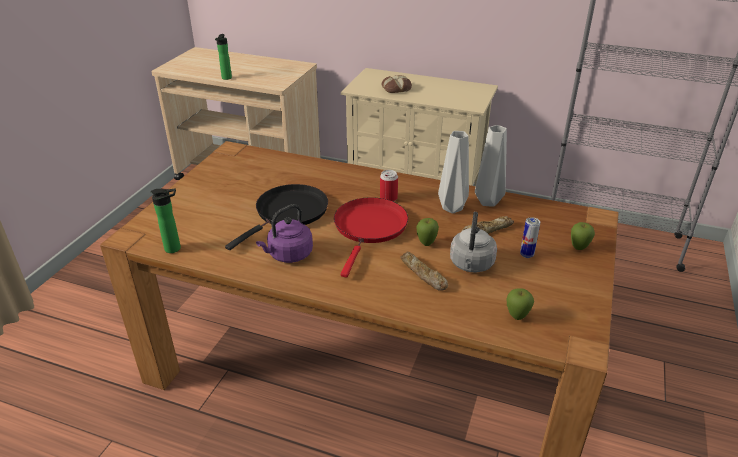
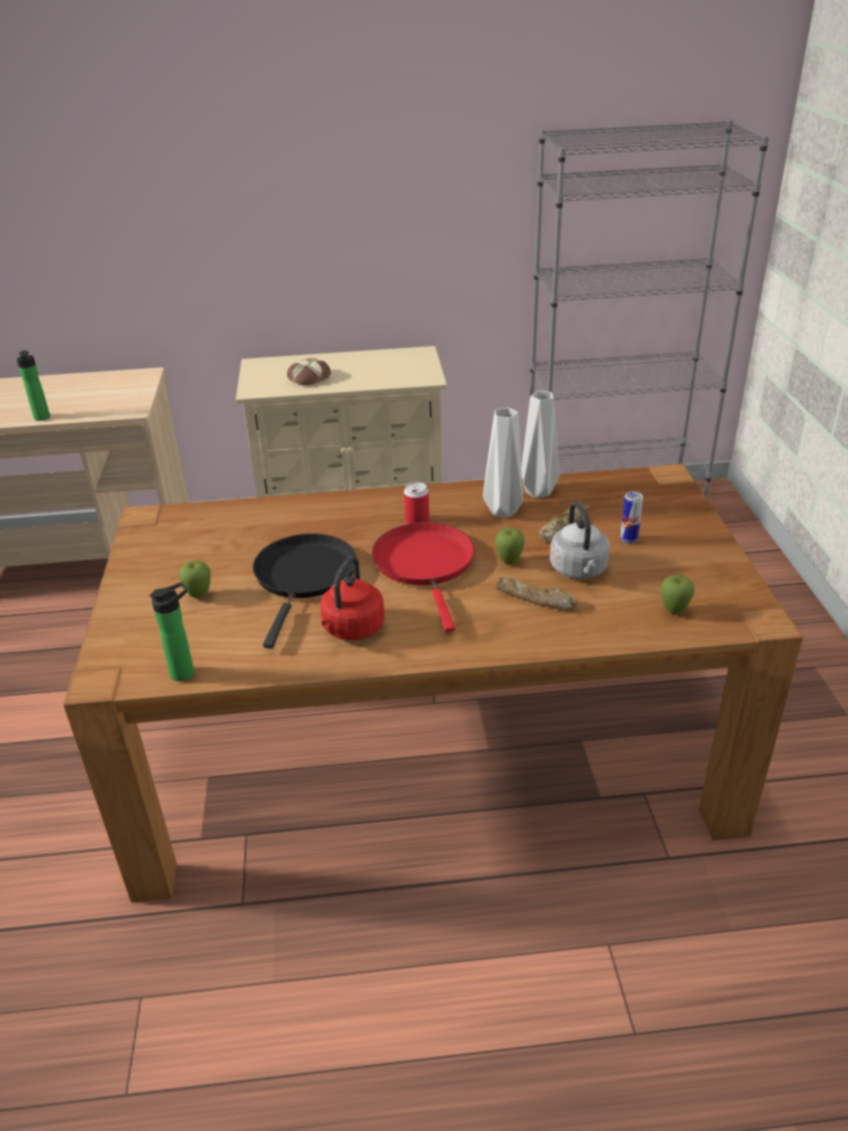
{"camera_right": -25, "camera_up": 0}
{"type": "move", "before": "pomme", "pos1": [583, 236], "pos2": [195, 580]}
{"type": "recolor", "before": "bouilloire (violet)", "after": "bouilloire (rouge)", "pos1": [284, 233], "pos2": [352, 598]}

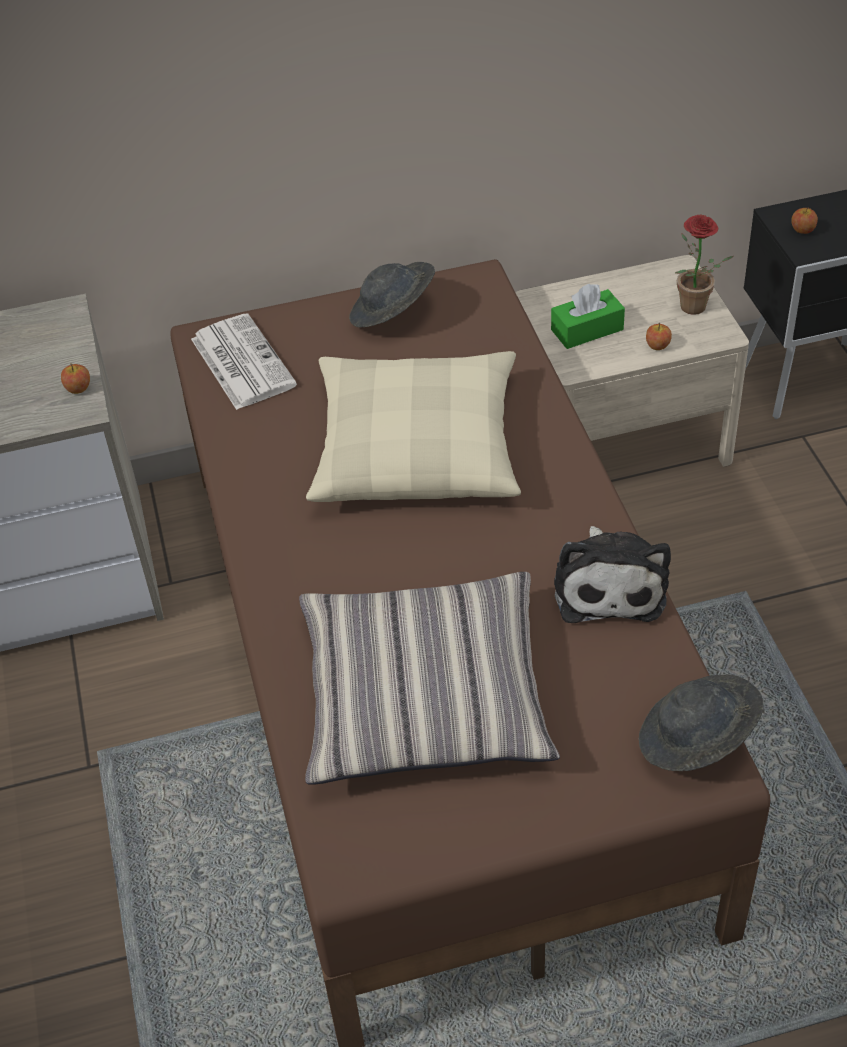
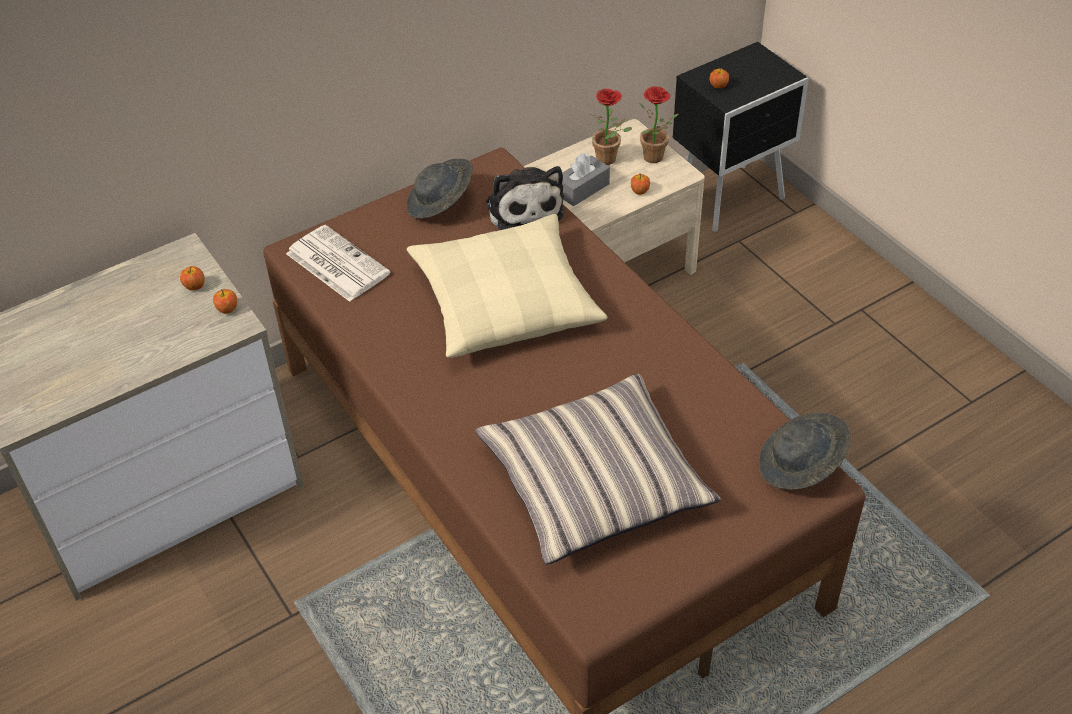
{"camera_right": -20, "camera_up": 0}
{"type": "insert", "after": "pomme", "pos2": [192, 278]}
{"type": "move", "before": "peluche", "pos1": [612, 574], "pos2": [525, 198]}
{"type": "recolor", "before": "boîte à mouchoirs (vert)", "after": "boîte à mouchoirs (gris)", "pos1": [588, 316], "pos2": [586, 179]}
{"type": "insert", "after": "plante en pot", "pos2": [610, 127]}

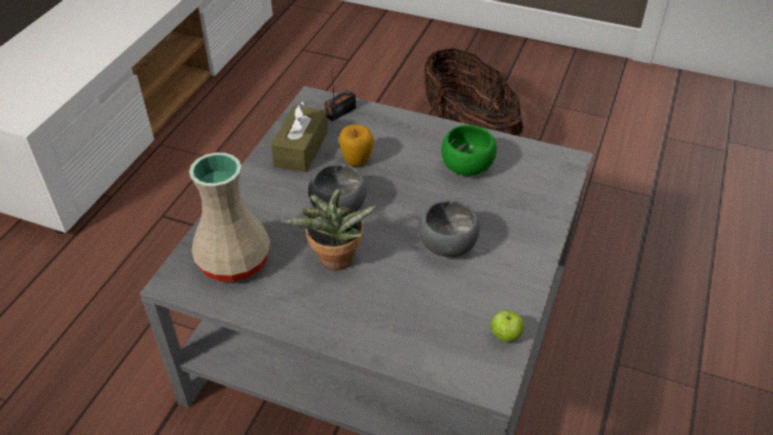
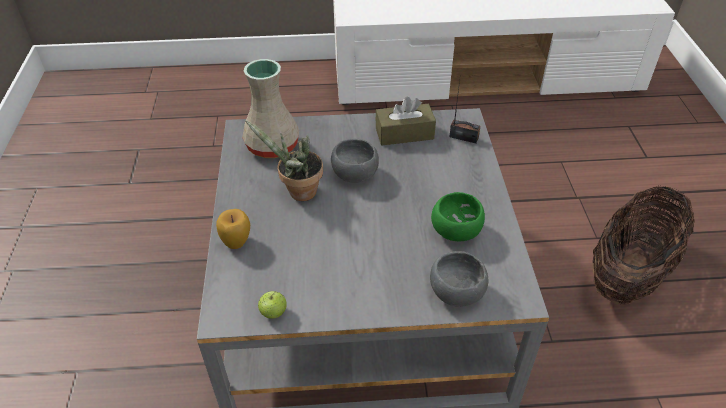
{"camera_right": 65, "camera_up": 0}
{"type": "move", "before": "pomme", "pos1": [356, 146], "pos2": [233, 229]}
{"type": "move", "before": "bol (gris)", "pos1": [448, 228], "pos2": [459, 279]}

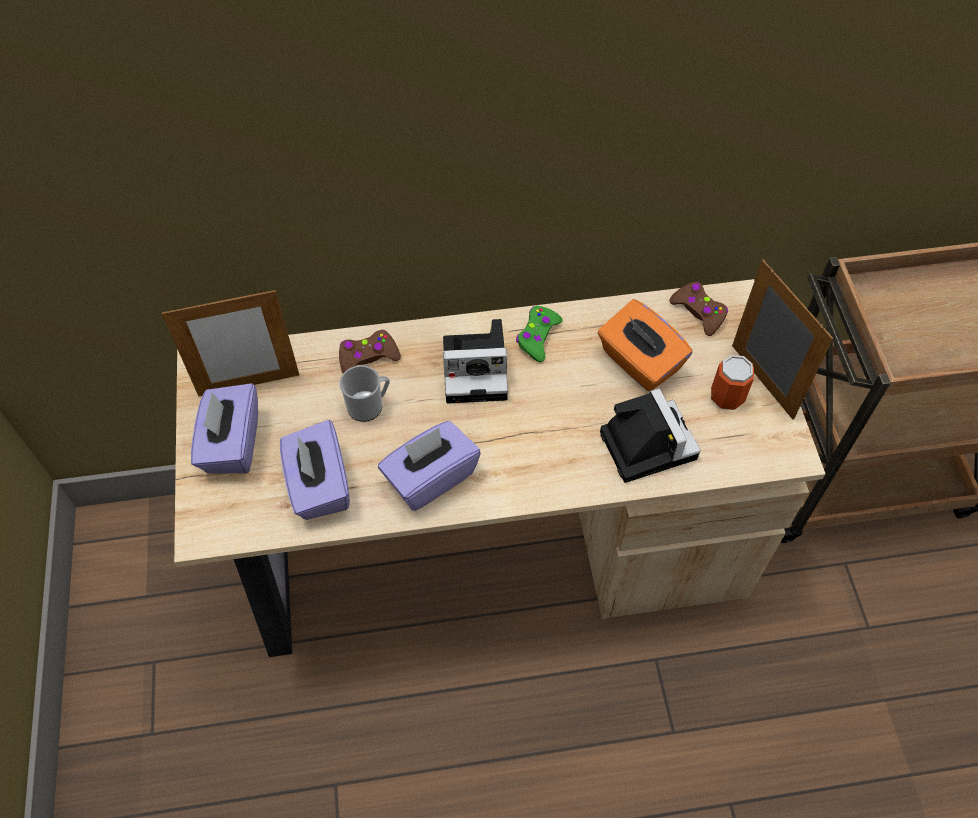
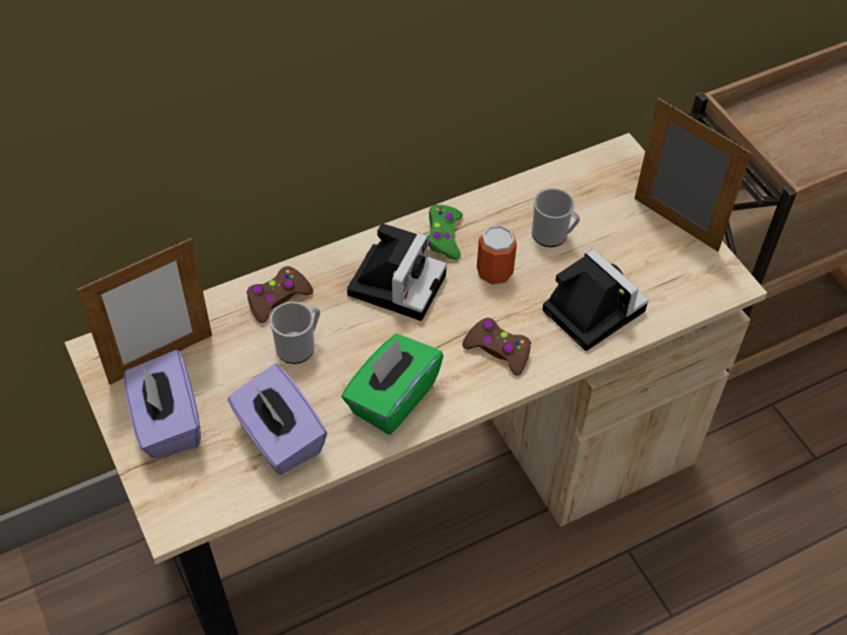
{"camera_right": -20, "camera_up": -5}
{"type": "recolor", "before": "boîte à mouchoirs (violet)", "after": "boîte à mouchoirs (vert)", "pos1": [429, 466], "pos2": [392, 384]}
{"type": "rotate", "before": "appareil photo", "pos1": [475, 361], "pos2": [397, 272], "turn": -45}
{"type": "move", "before": "manette (marron)", "pos1": [698, 309], "pos2": [496, 347]}
{"type": "move", "before": "boîte métallique", "pos1": [732, 382], "pos2": [497, 255]}
{"type": "replace", "before": "boîte à mouchoirs (orange)", "after": "mug", "pos1": [645, 345], "pos2": [556, 217]}

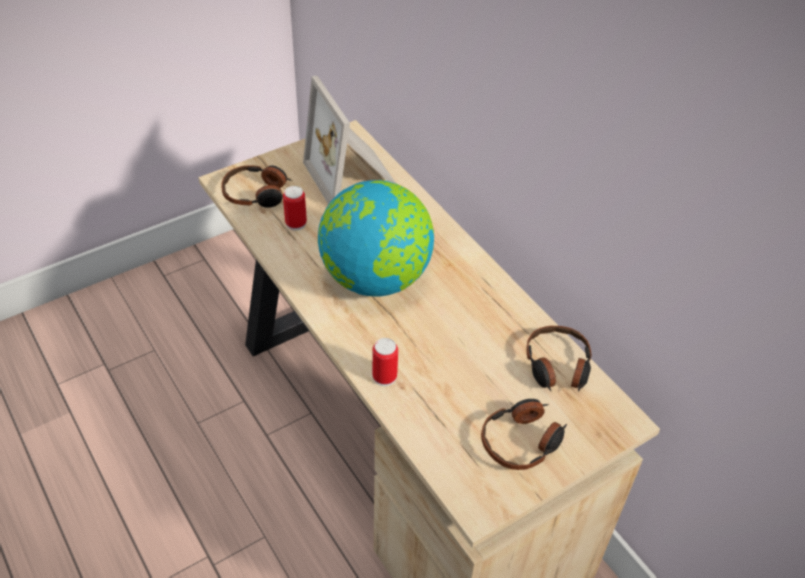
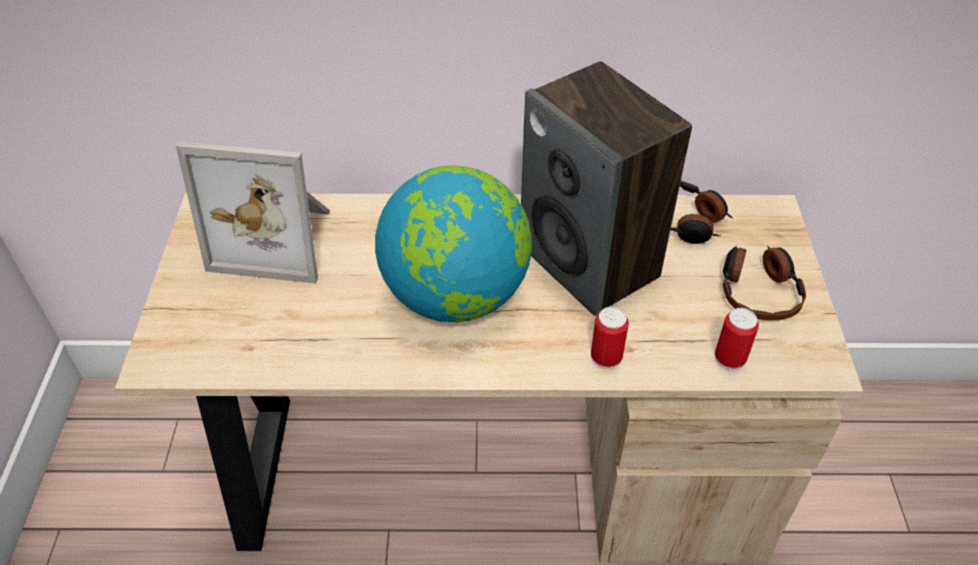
{"camera_right": -55, "camera_up": 0}
{"type": "insert", "after": "enceinte", "pos2": [606, 188]}
{"type": "move", "before": "boîte métallique", "pos1": [295, 208], "pos2": [737, 339]}
{"type": "delete", "before": "casque audio", "pos1": [256, 186]}

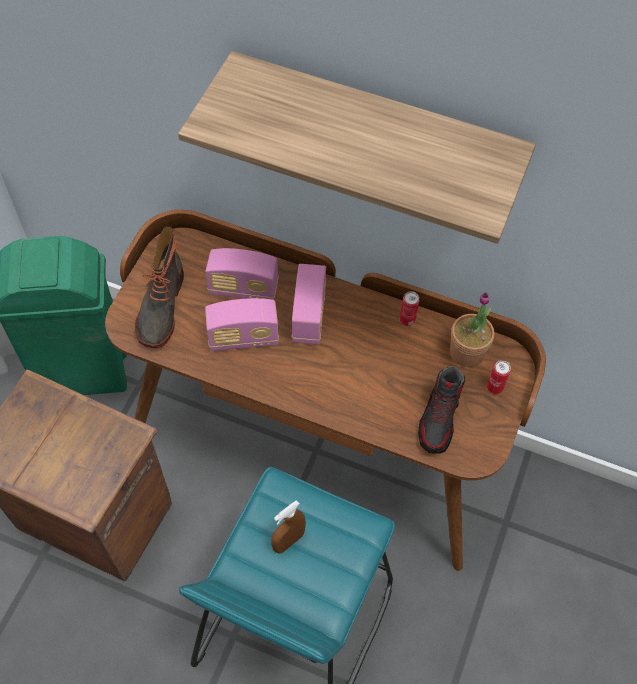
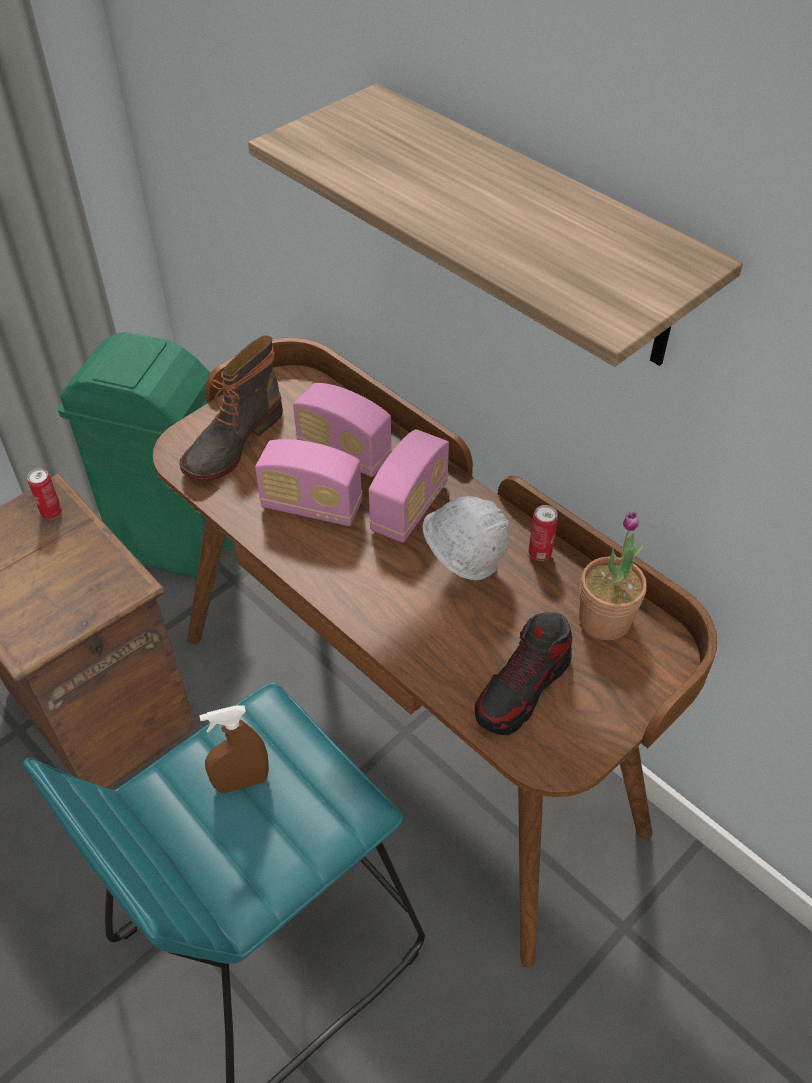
{"camera_right": 25, "camera_up": -10}
{"type": "move", "before": "boîte métallique", "pos1": [499, 377], "pos2": [44, 493]}
{"type": "insert", "after": "casque de chantier (blanc)", "pos2": [466, 538]}

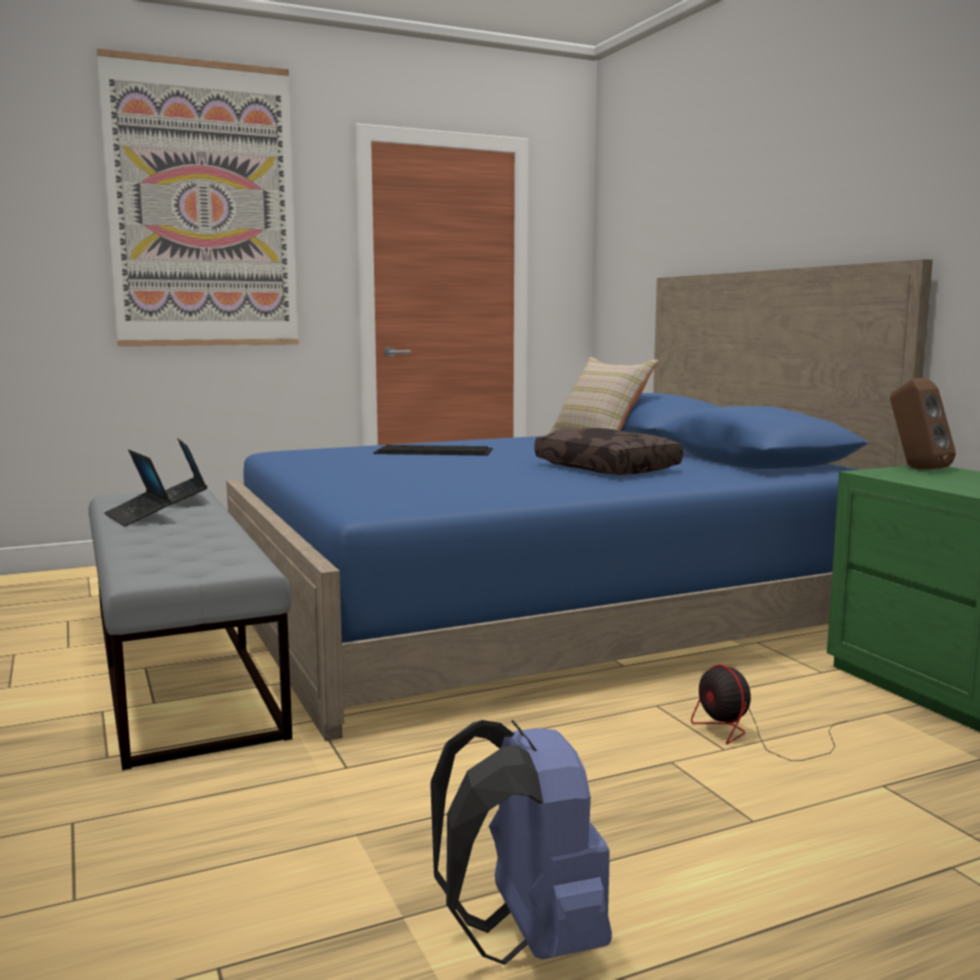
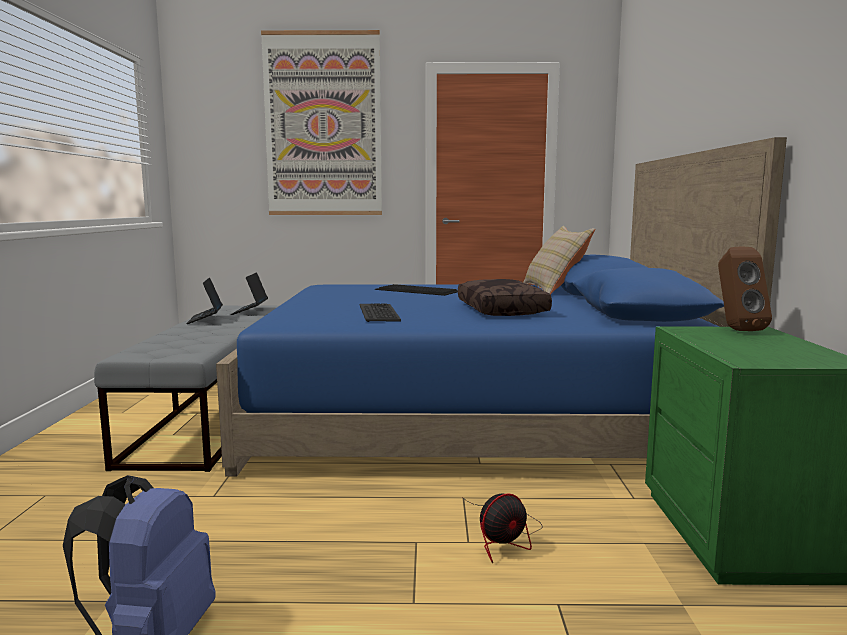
{"camera_right": 25, "camera_up": 0}
{"type": "insert", "after": "clavier", "pos2": [380, 312]}
{"type": "rotate", "before": "ventilateur", "pos1": [769, 713], "pos2": [502, 528], "turn": -120}

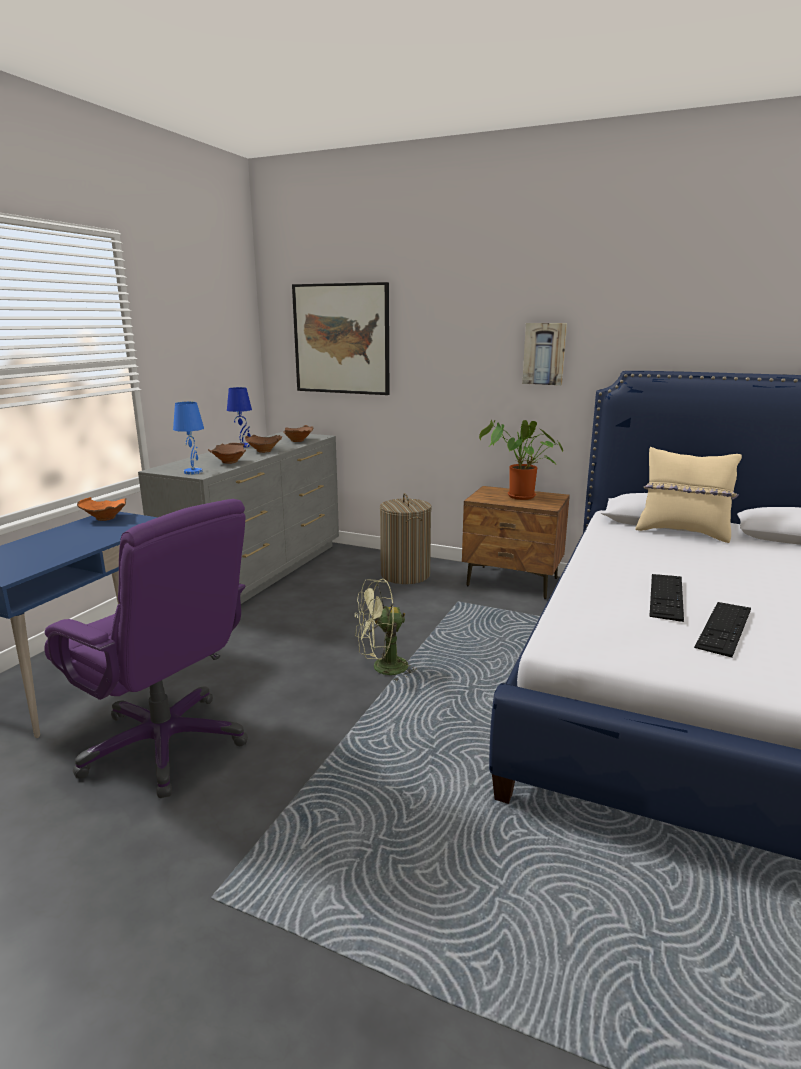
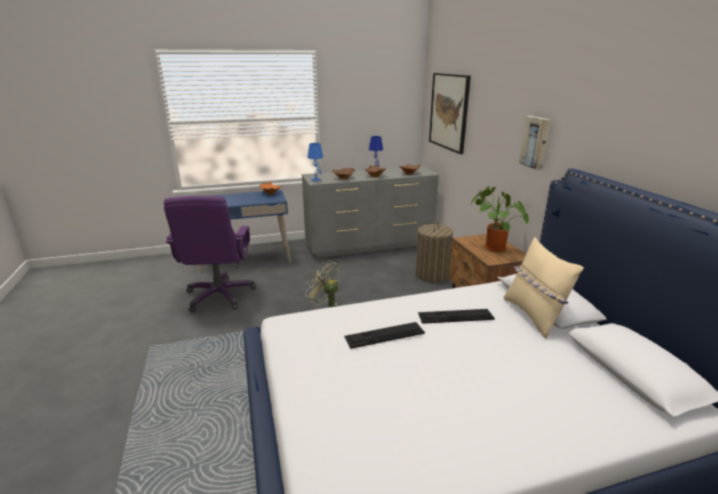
{"camera_right": 50, "camera_up": 5}
{"type": "move", "before": "clavier", "pos1": [722, 630], "pos2": [456, 316]}

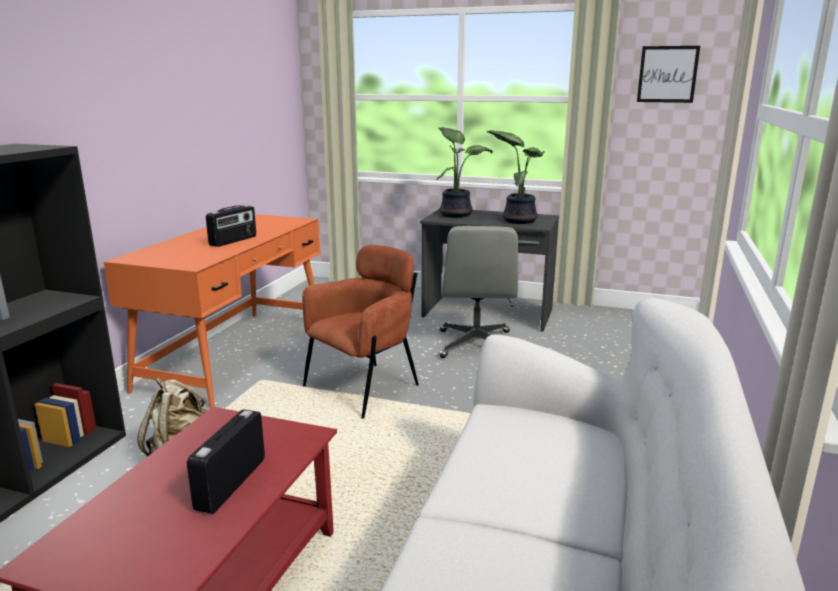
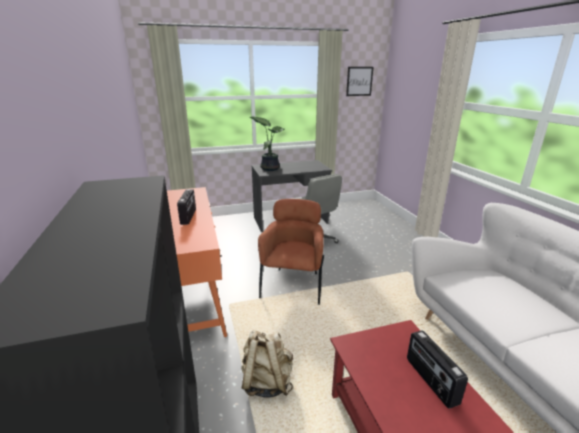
{"camera_right": -35, "camera_up": 5}
{"type": "delete", "before": "plante en pot", "pos1": [515, 177]}

